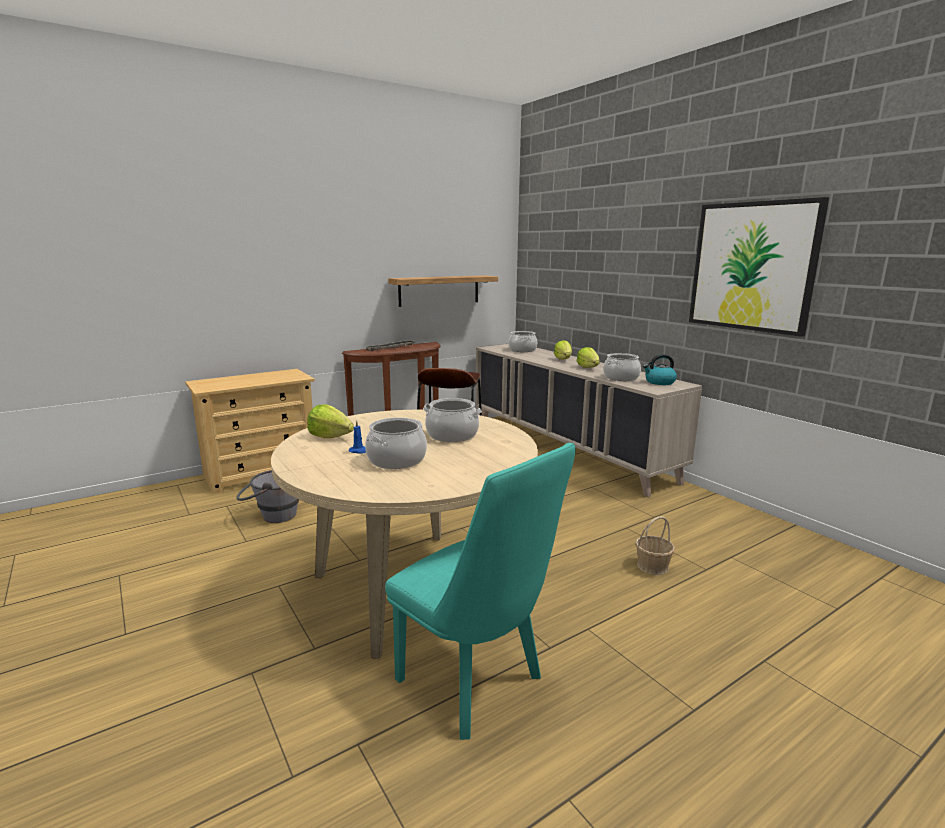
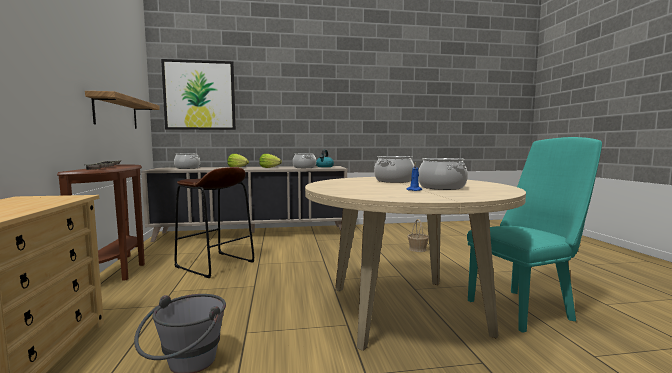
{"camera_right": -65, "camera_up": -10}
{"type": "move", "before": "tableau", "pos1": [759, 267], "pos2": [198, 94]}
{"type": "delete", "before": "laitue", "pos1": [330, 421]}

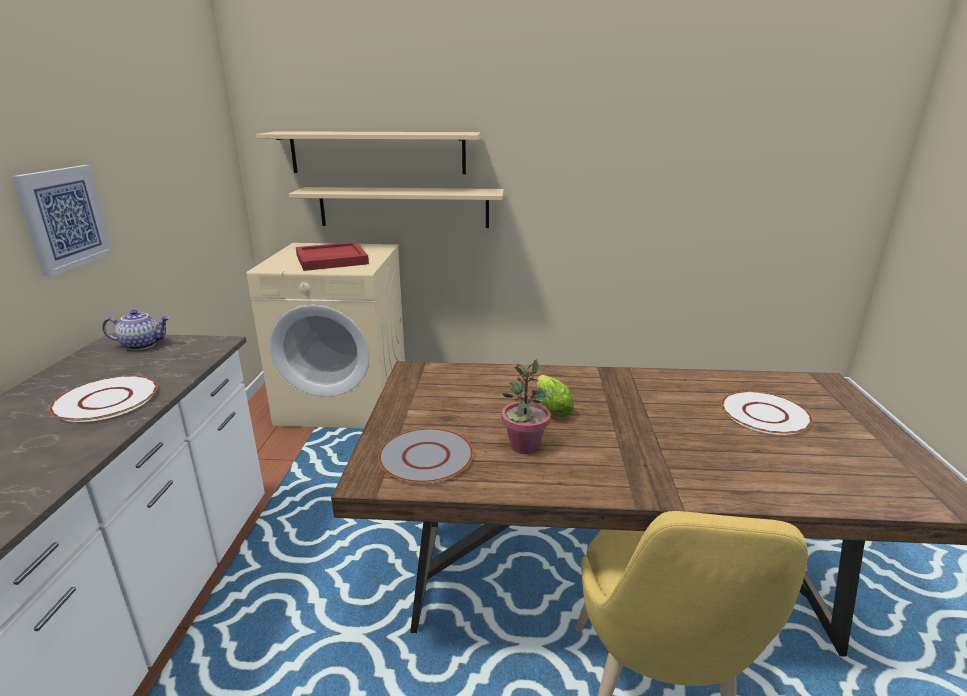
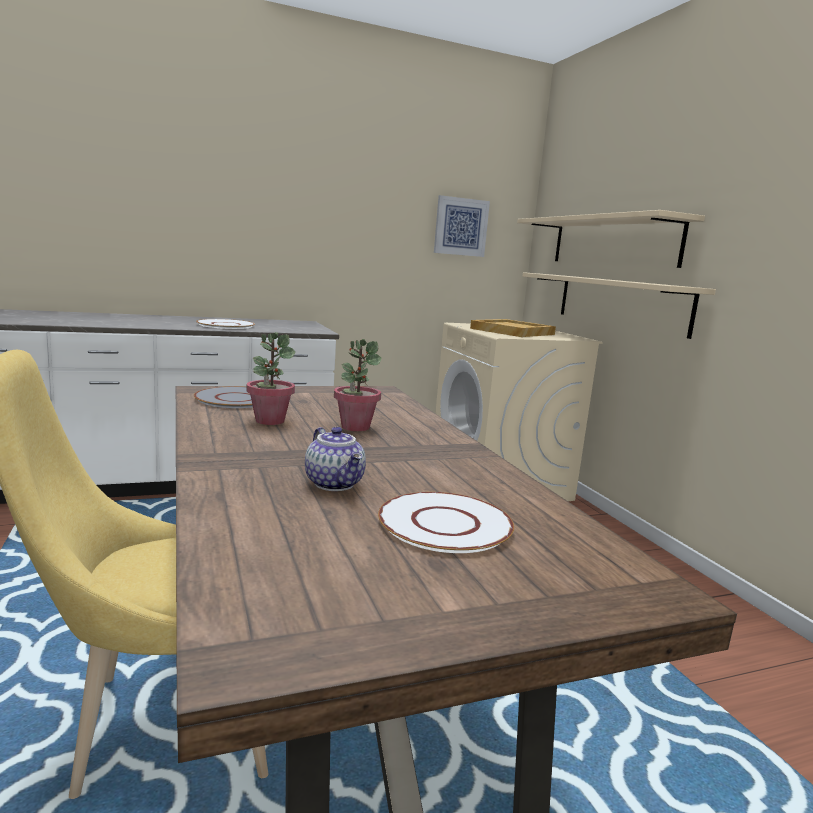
{"camera_right": 65, "camera_up": -10}
{"type": "move", "before": "théière", "pos1": [136, 330], "pos2": [335, 459]}
{"type": "replace", "before": "laitue", "after": "plante en pot", "pos1": [555, 396], "pos2": [357, 385]}
{"type": "move", "before": "tableau", "pos1": [63, 221], "pos2": [462, 226]}
{"type": "recolor", "before": "plateau (rouge)", "after": "plateau (beige)", "pos1": [332, 256], "pos2": [513, 328]}

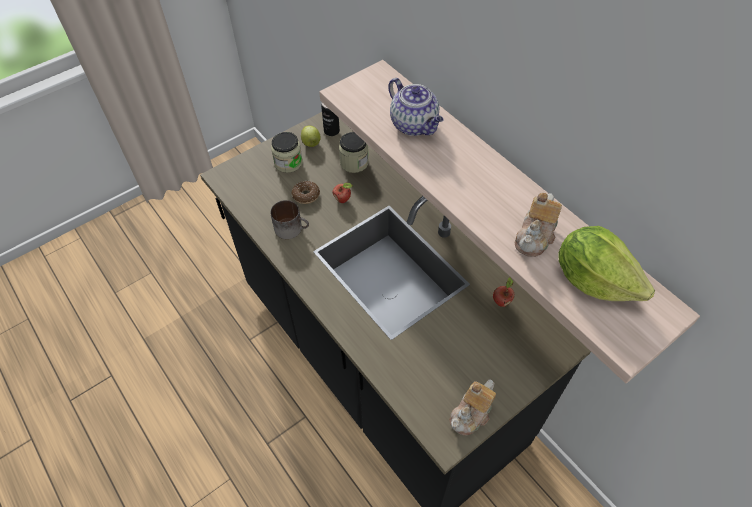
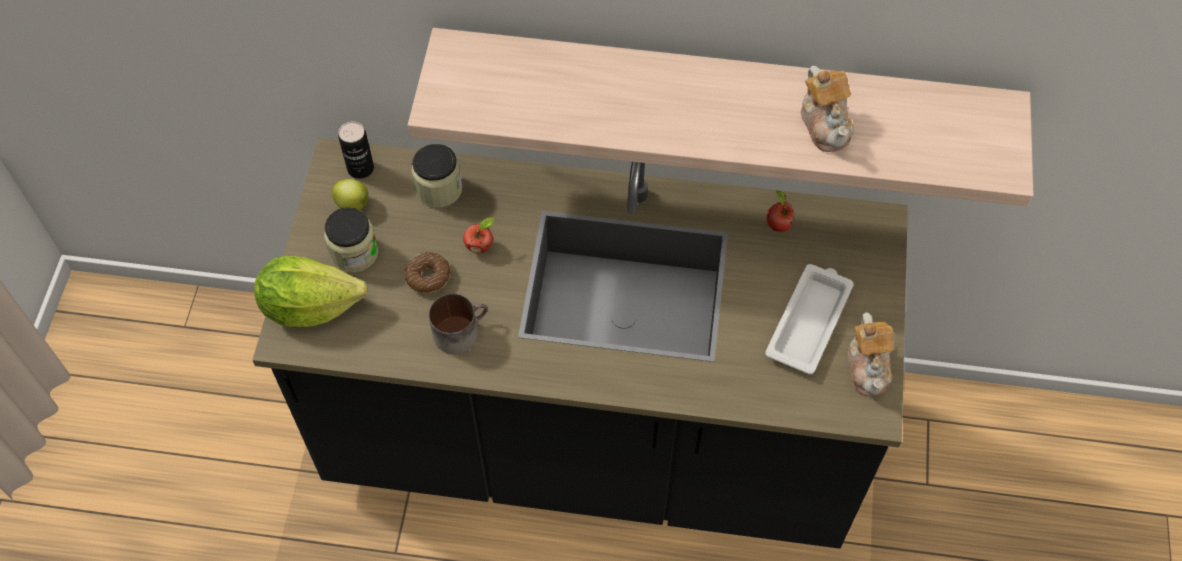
{"camera_right": -45, "camera_up": 5}
{"type": "move", "before": "laitue", "pos1": [606, 263], "pos2": [310, 291]}
{"type": "insert", "after": "plateau (blanc)", "pos2": [809, 319]}
{"type": "delete", "before": "théière", "pos1": [416, 107]}

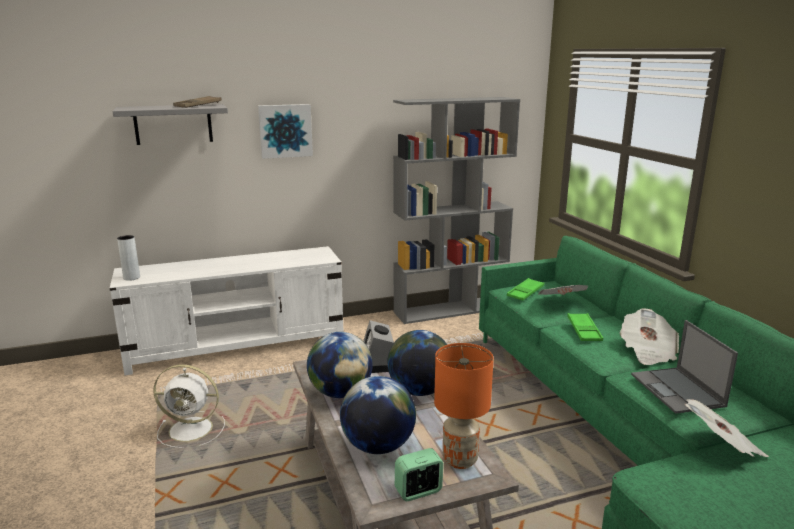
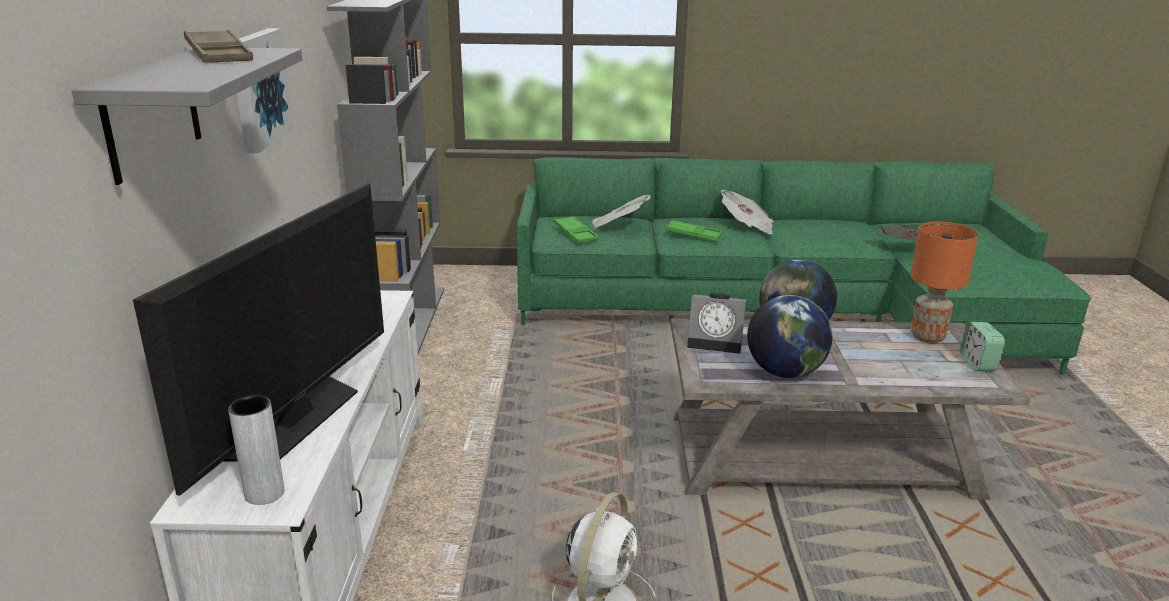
{"camera_right": -70, "camera_up": 5}
{"type": "insert", "after": "téléviseur", "pos2": [258, 339]}
{"type": "delete", "before": "globe", "pos1": [378, 415]}
{"type": "delete", "before": "ordinateur portable", "pos1": [684, 367]}

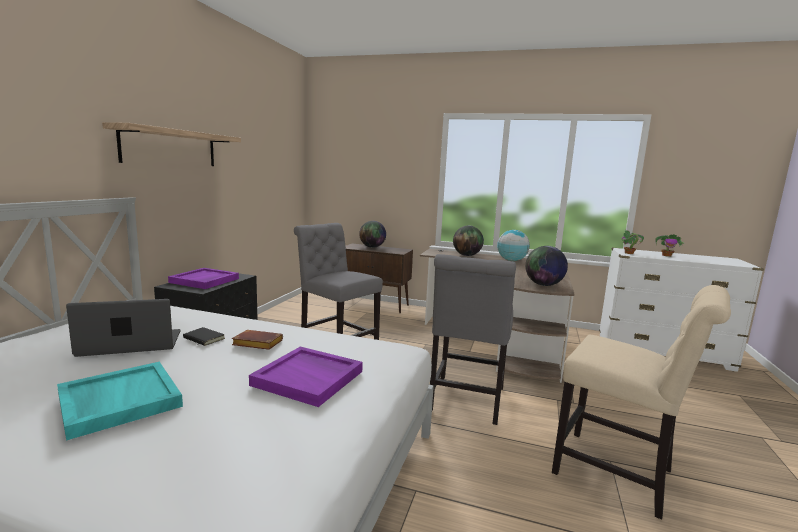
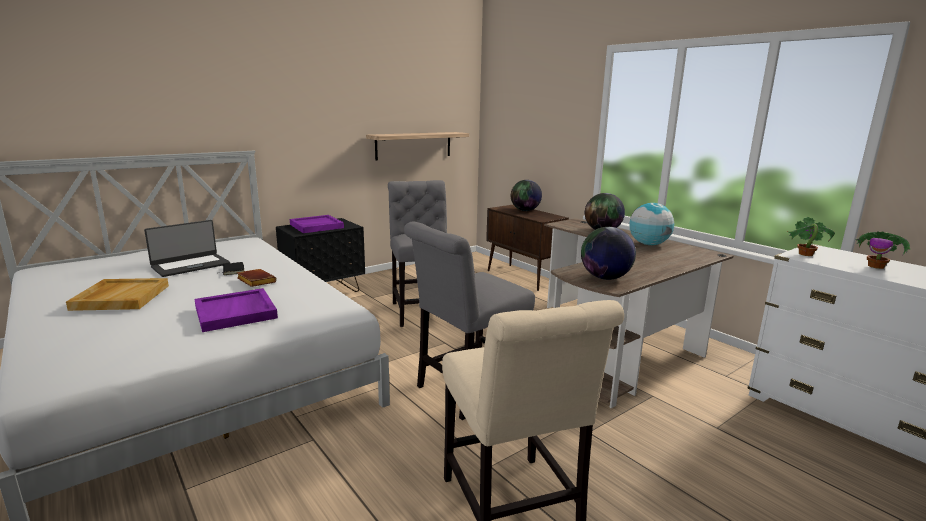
{"camera_right": 35, "camera_up": 5}
{"type": "recolor", "before": "plateau (turquoise)", "after": "plateau (beige)", "pos1": [120, 401], "pos2": [117, 294]}
{"type": "rotate", "before": "ordinateur portable", "pos1": [123, 328], "pos2": [187, 248], "turn": 120}
{"type": "move", "before": "étagère", "pos1": [171, 144], "pos2": [417, 146]}

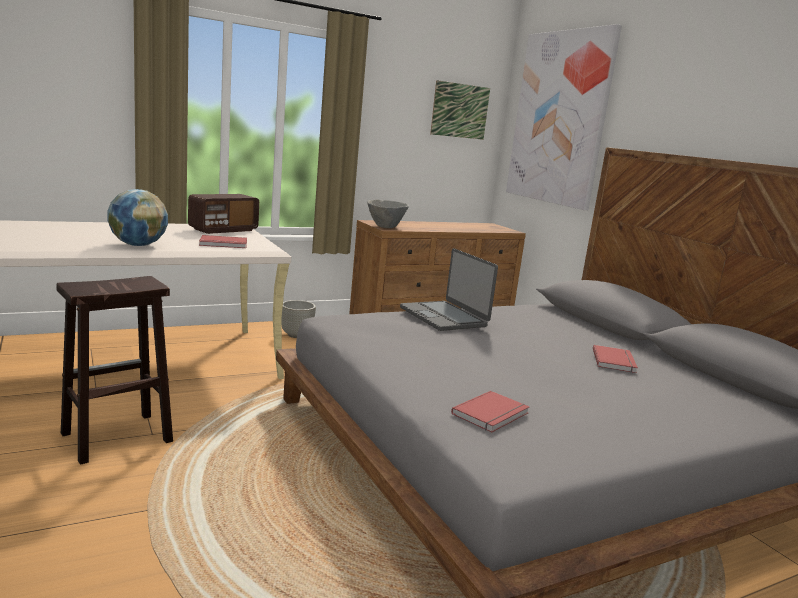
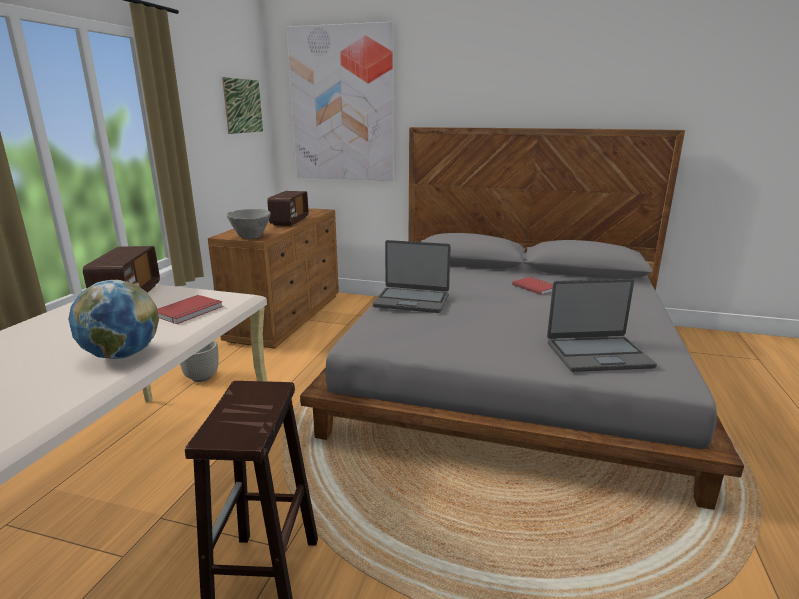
{"camera_right": -45, "camera_up": 5}
{"type": "insert", "after": "radio", "pos2": [288, 208]}
{"type": "replace", "before": "livre (rouge)", "after": "ordinateur portable", "pos1": [490, 411], "pos2": [602, 325]}

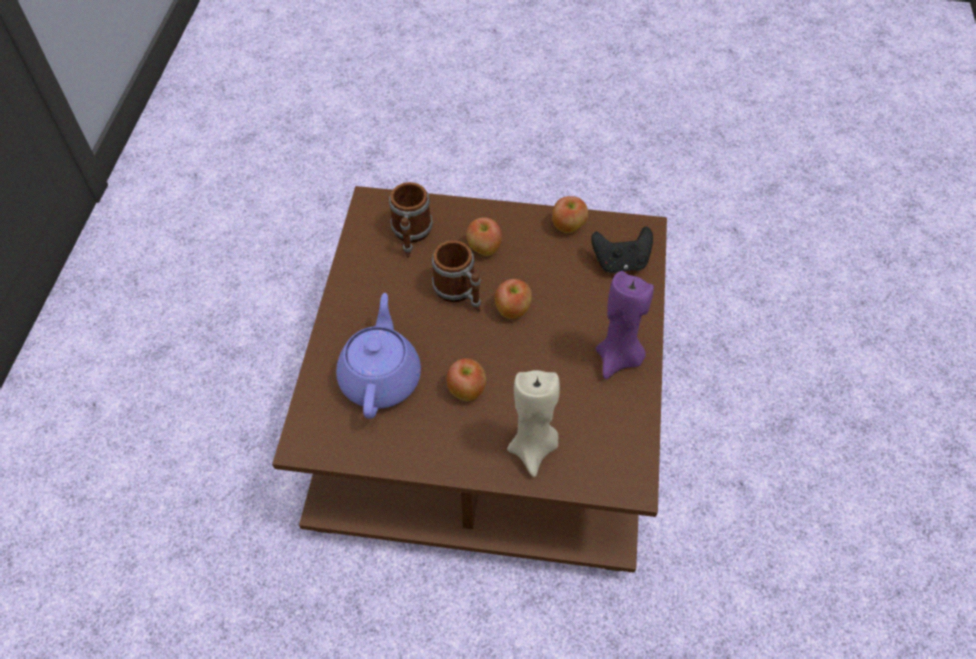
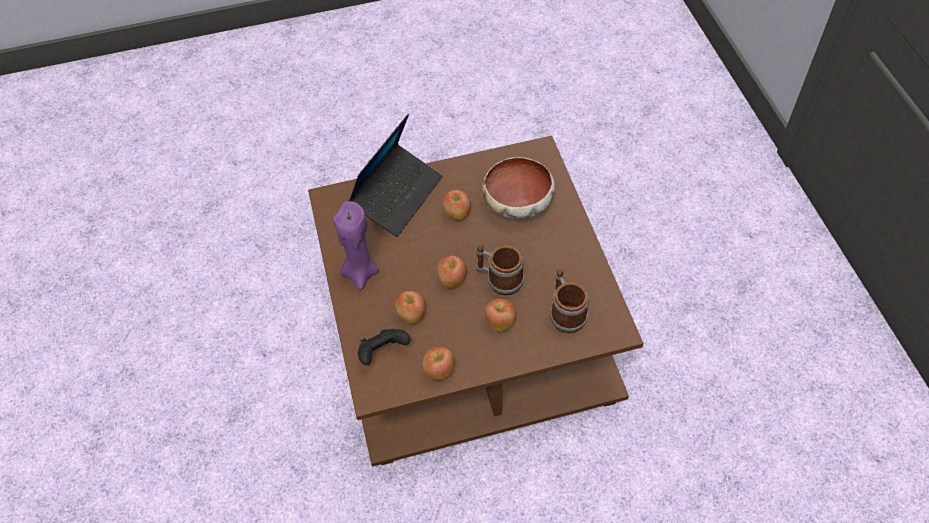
{"camera_right": 160, "camera_up": 0}
{"type": "replace", "before": "bougie (beige)", "after": "ordinateur portable", "pos1": [533, 423], "pos2": [395, 175]}
{"type": "insert", "after": "pomme", "pos2": [410, 307]}
{"type": "replace", "before": "théière (violet)", "after": "bol", "pos1": [378, 356], "pos2": [518, 188]}

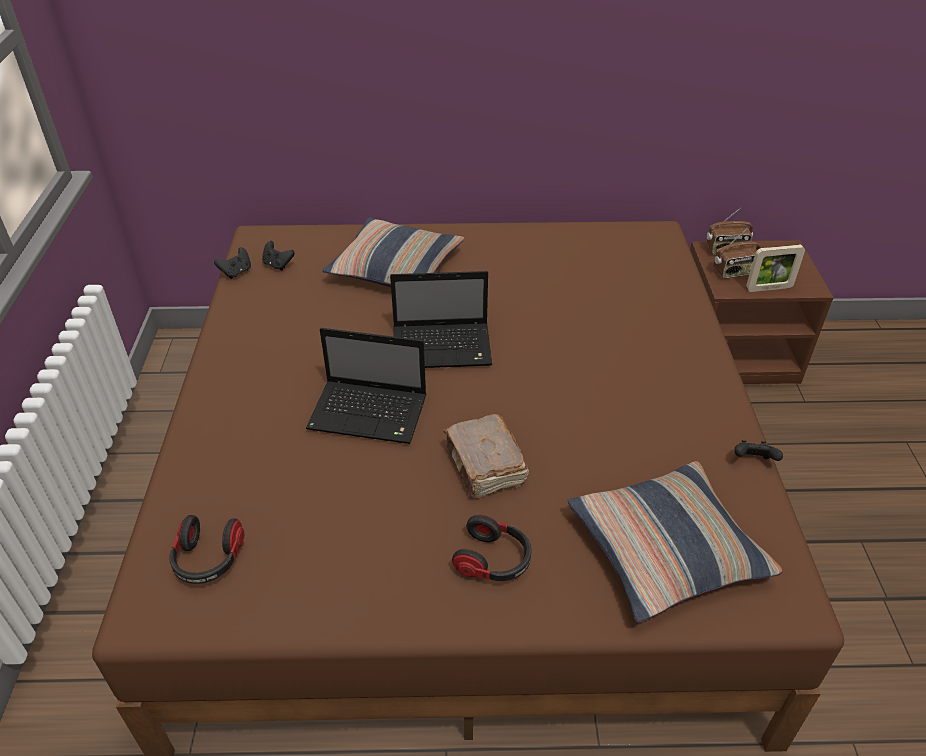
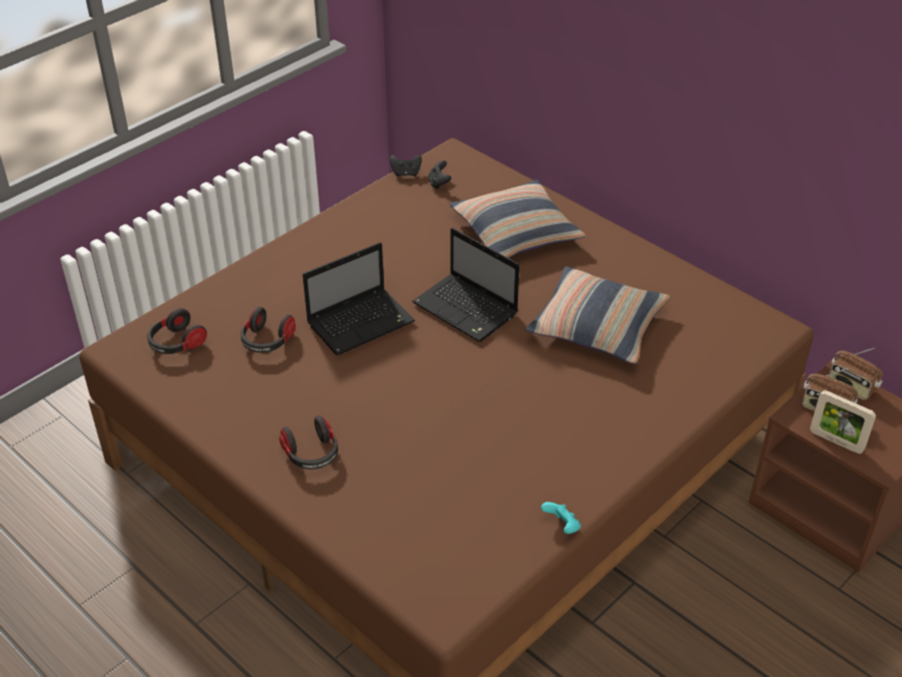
{"camera_right": 45, "camera_up": 0}
{"type": "insert", "after": "casque audio", "pos2": [268, 330]}
{"type": "rotate", "before": "ordinateur portable", "pos1": [366, 386], "pos2": [359, 298], "turn": -90}
{"type": "move", "before": "coussin", "pos1": [675, 542], "pos2": [597, 315]}
{"type": "recolor", "before": "manette (noir)", "after": "manette (turquoise)", "pos1": [758, 450], "pos2": [561, 518]}
{"type": "delete", "before": "livre (marron)", "pos1": [486, 456]}

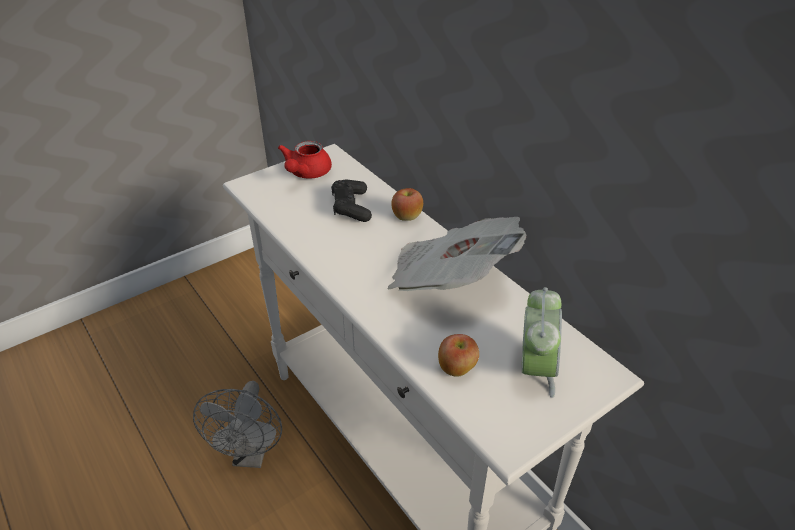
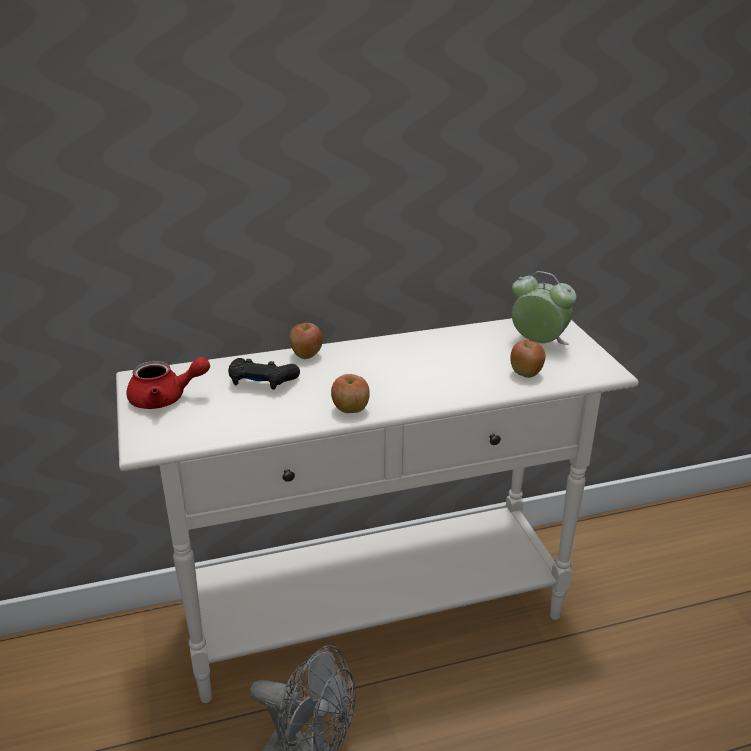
{"camera_right": -70, "camera_up": -10}
{"type": "rotate", "before": "théière (rouge)", "pos1": [305, 160], "pos2": [168, 383], "turn": -45}
{"type": "insert", "after": "pomme", "pos2": [350, 393]}
{"type": "delete", "before": "journal", "pos1": [457, 254]}

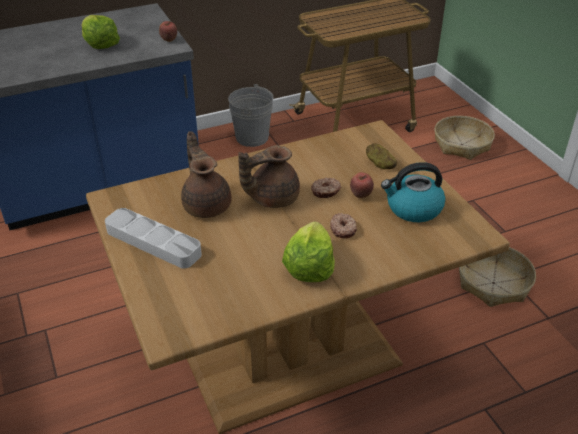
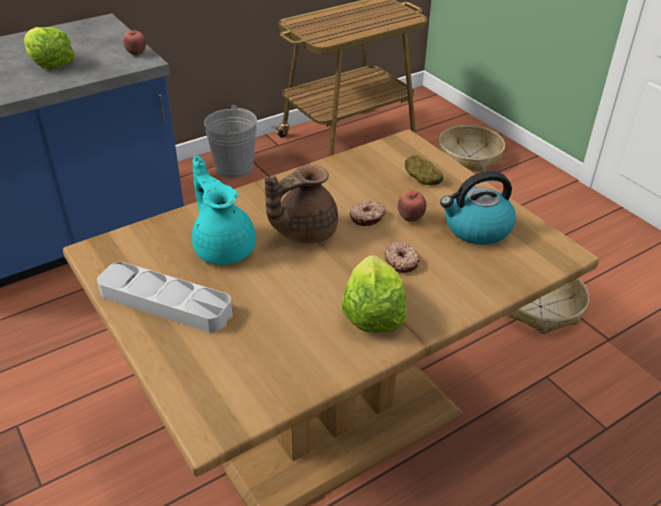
{"camera_right": -10, "camera_up": 0}
{"type": "recolor", "before": "théière (marron)", "after": "théière (turquoise)", "pos1": [206, 174], "pos2": [224, 210]}

